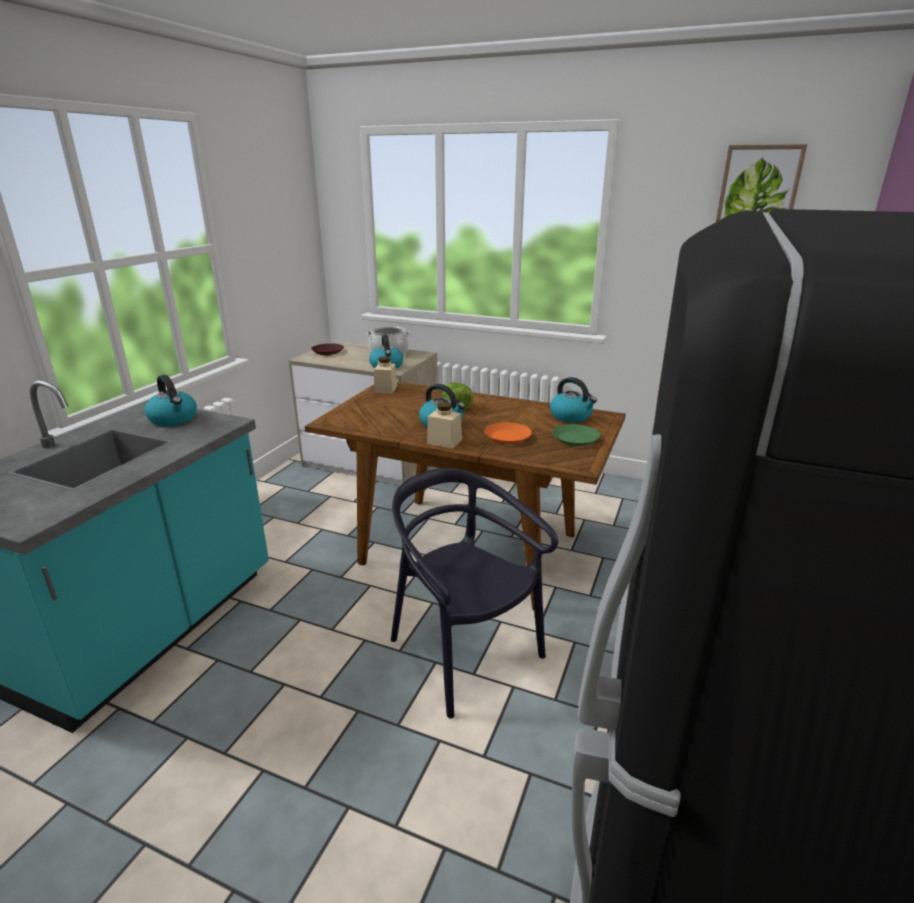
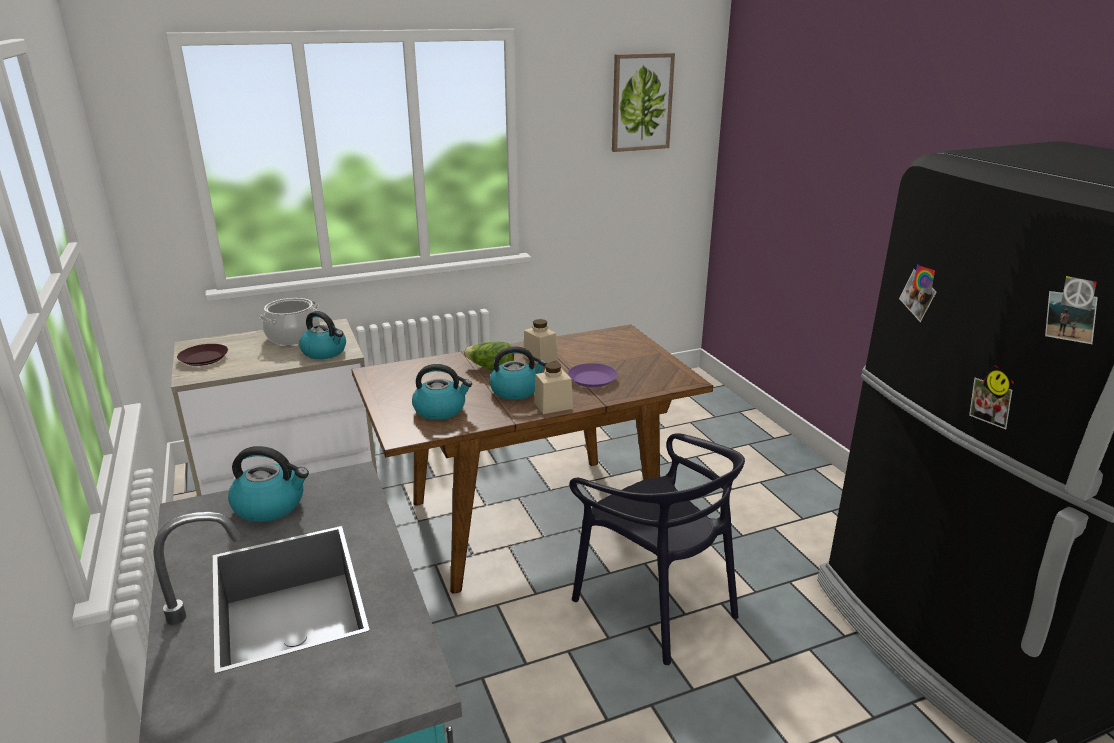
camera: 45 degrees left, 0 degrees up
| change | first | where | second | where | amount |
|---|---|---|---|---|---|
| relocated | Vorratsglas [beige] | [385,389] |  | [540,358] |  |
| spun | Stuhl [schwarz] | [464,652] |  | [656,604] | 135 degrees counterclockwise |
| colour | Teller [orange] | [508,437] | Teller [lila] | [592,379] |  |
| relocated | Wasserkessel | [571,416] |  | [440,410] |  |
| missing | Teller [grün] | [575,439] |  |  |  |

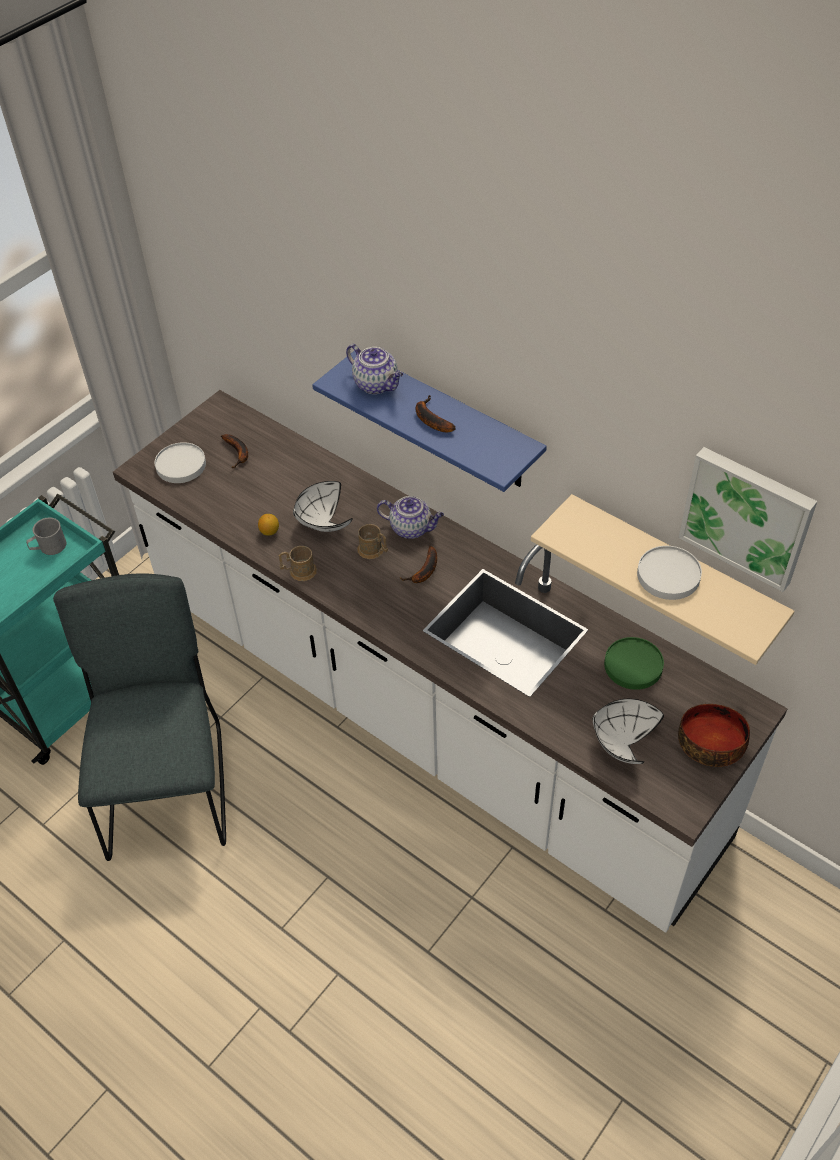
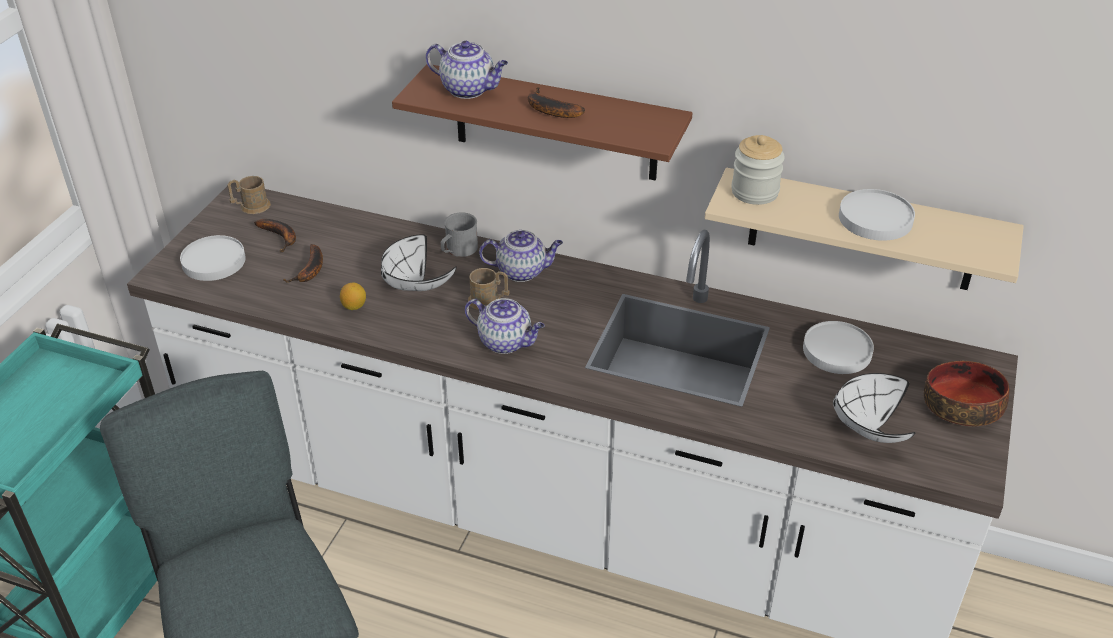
camera: 20 degrees left, 10 degrees down
| change | first | where | second | where | amount |
|---|---|---|---|---|---|
| relocated | Henkelbecher [grau] | [49,547] |  | [458,250] |  |
| relocated | Henkelbecher [braun] | [298,571] |  | [251,207] |  |
| colour | Wandregal [blau] | [448,421] | Wandregal [braun] | [555,123] |  |
| relocated | Banane | [424,571] |  | [310,270] |  |
| colour | Teller [grün] | [633,665] | Teller [weiß] | [836,350] |  |
| missing | Bild | [747,516] |  |  |  |
| appeared |  |  | Teekanne | [506,342] |  |
| appeared |  |  | Vorratsglas | [754,192] |  |

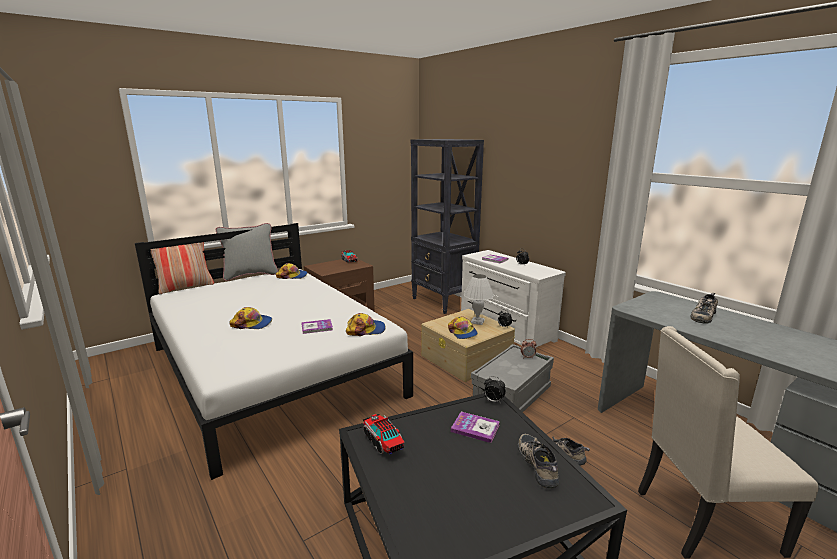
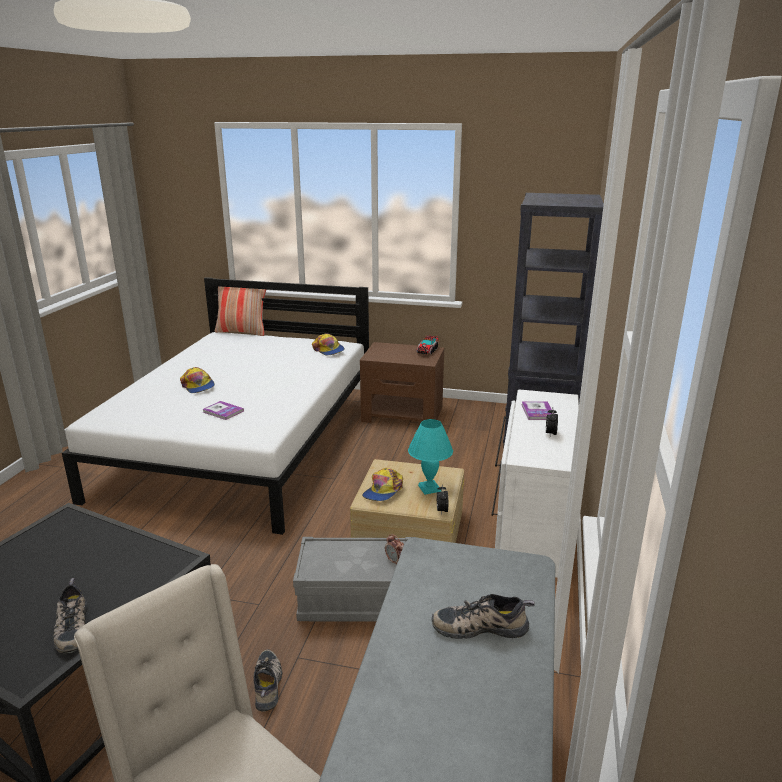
camera: 50 degrees right, 5 degrees up
| change | first | where | second | where | amount |
|---|---|---|---|---|---|
| missing | Kissen [grau] | [250,275] |  |  |  |
| missing | Kappe | [366,330] |  |  |  |
| missing | Spielzeuglaster | [383,441] |  |  |  |
| missing | Buch | [475,428] |  |  |  |
| colour | Tischlampe [weiß] | [477,321] | Tischlampe [türkis] | [429,488] |  |
| missing | Wecker | [493,401] |  |  |  |
| spun | Schuh | [539,464] |  | [71,627] | 120 degrees clockwise |

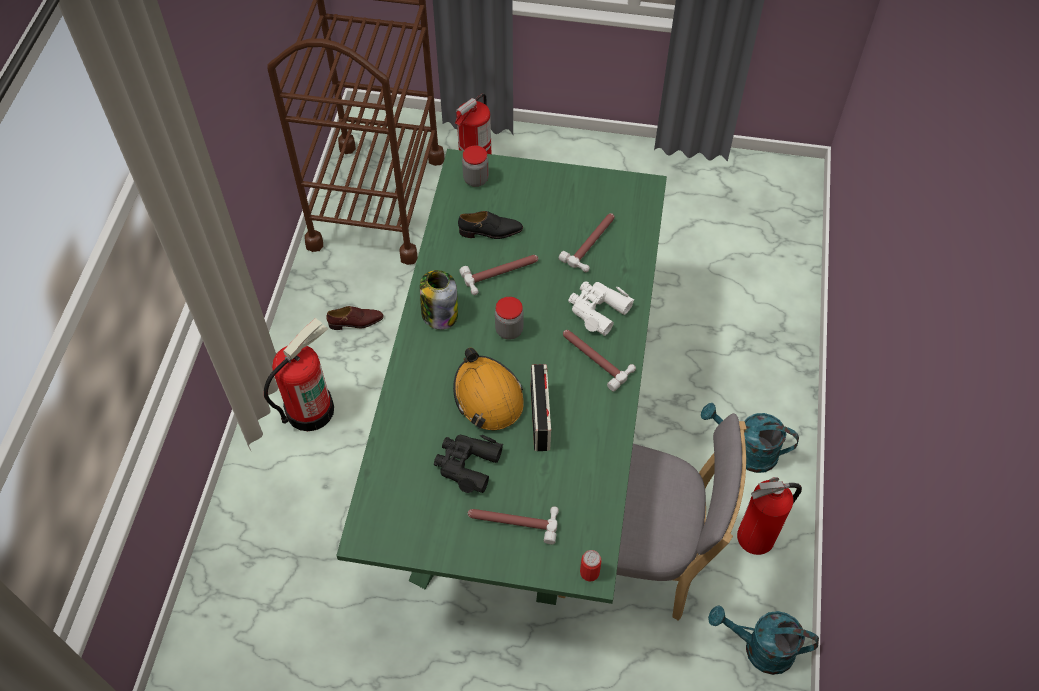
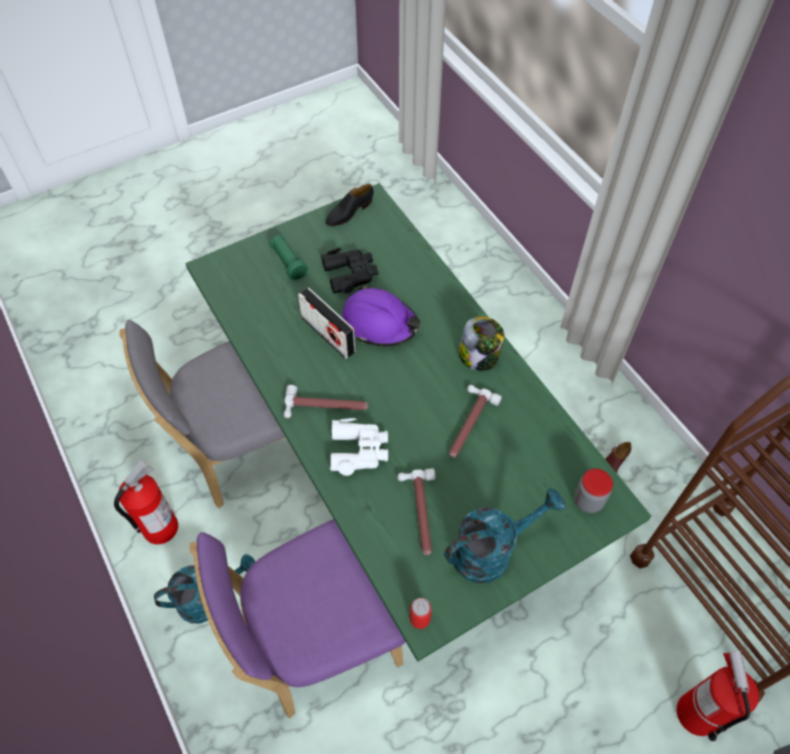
camera: 140 degrees right, 0 degrees up
| change | first | where | second | where | amount |
|---|---|---|---|---|---|
| missing | Feuerlöscher | [309,409] |  |  |  |
| colour | Schutzhelm [orange] | [488,397] | Schutzhelm [lila] | [380,323] |  |
| relocated | Schuh [schwarz] | [490,232] |  | [349,212] |  |
| exchanged | Hammer | [512,520] | Taschenlampe [grün] | [288,263] |  |
| missing | Vorratsglas | [509,330] |  |  |  |
| relocated | Dose | [589,572] |  | [420,619] |  |
| relocated | Gießkanne [türkis] | [759,649] |  | [491,550] |  |
| appeared |  |  | Stuhl [lila] | [316,641] |  |

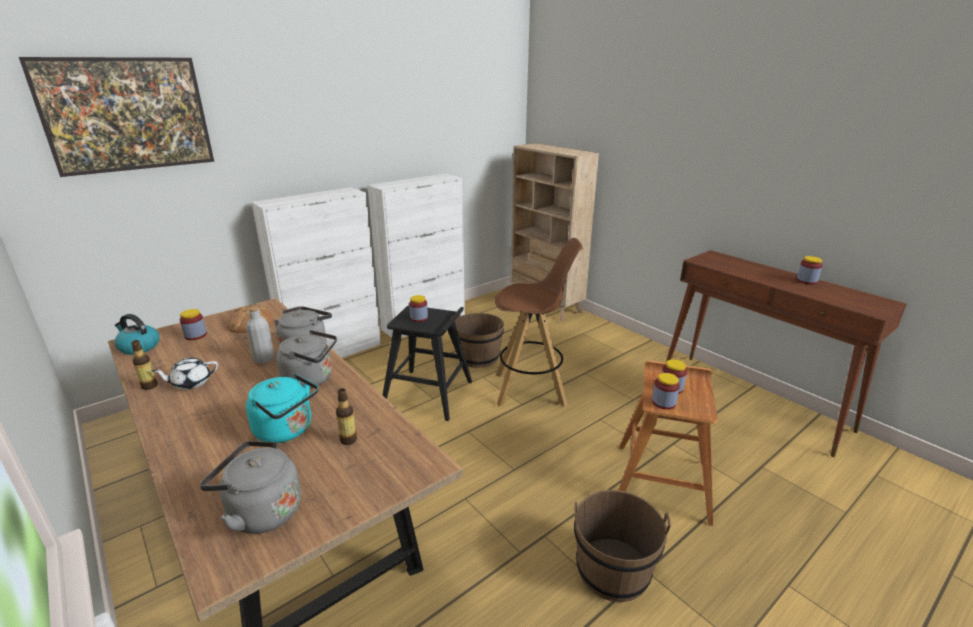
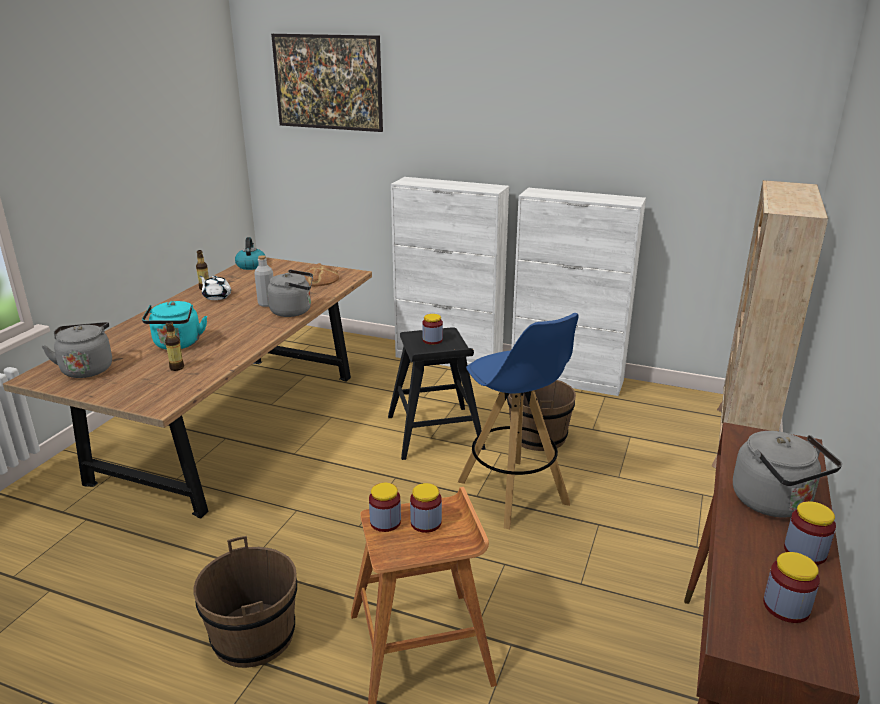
camera: 60 degrees right, 0 degrees up
| change | first | where | second | where | amount |
|---|---|---|---|---|---|
| relocated | Vorratsglas | [195,335] |  | [786,607] |  |
| relocated | Wasserkessel [grau] | [311,379] |  | [775,503] |  |
| colour | Hocker [braun] | [531,389] | Hocker [blau] | [513,493] |  |

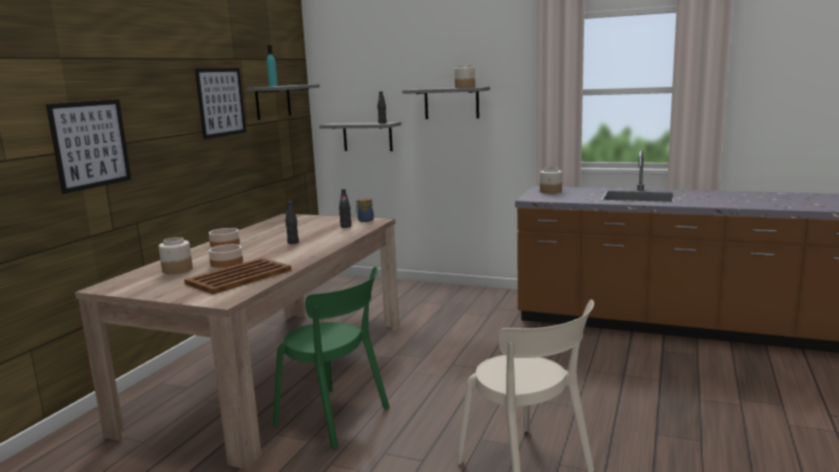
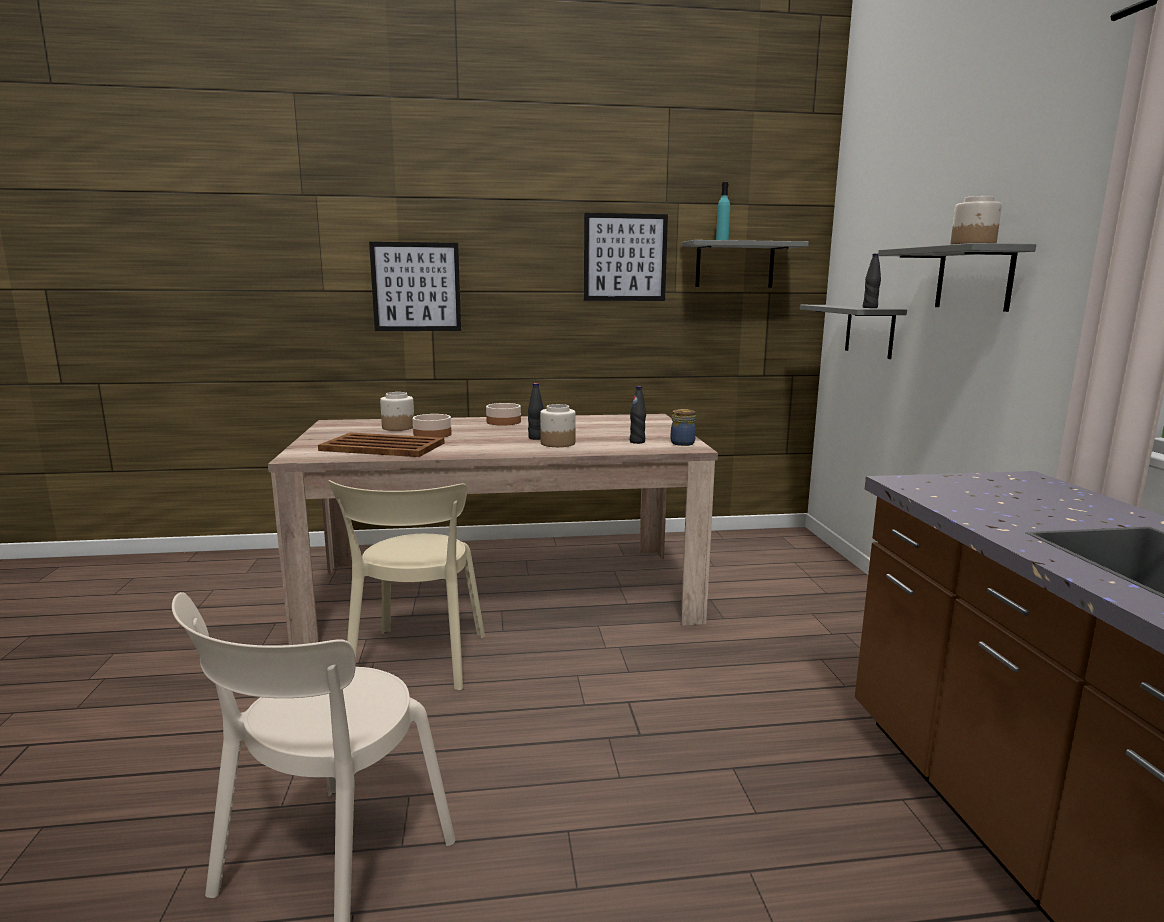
camera: 60 degrees right, 0 degrees up
| change | first | where | second | where | amount |
|---|---|---|---|---|---|
| colour | Stuhl [grün] | [336,418] | Stuhl [beige] | [417,662] |  |
| relocated | Vorratsglas | [551,191] |  | [557,443] |  |

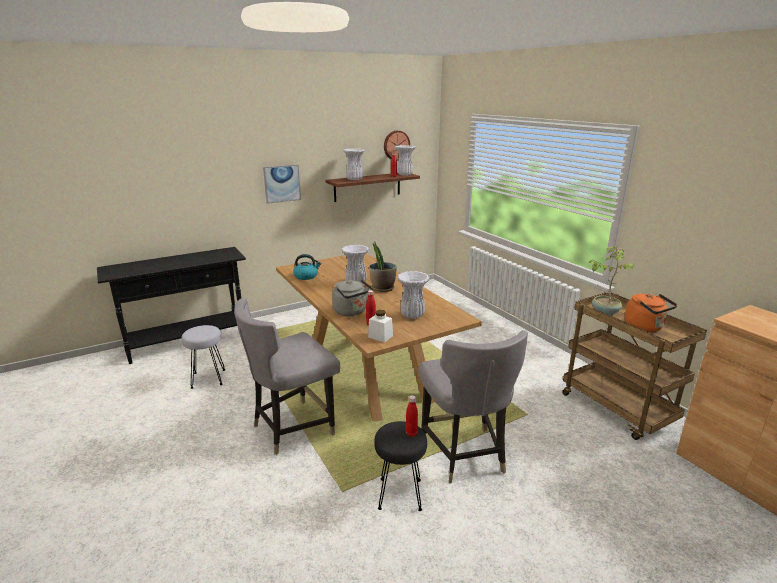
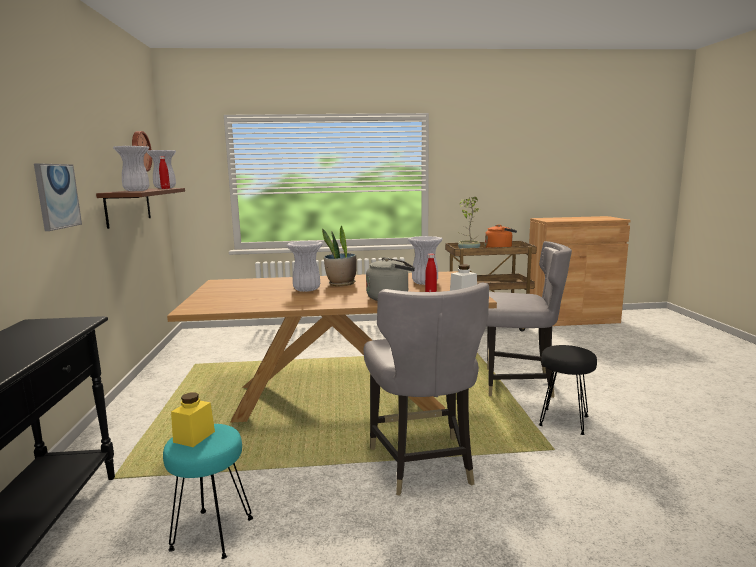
camera: 65 degrees left, 10 degrees down
| change | first | where | second | where | amount |
|---|---|---|---|---|---|
| colour | Hocker [grau] | [208,378] | Hocker [türkis] | [211,533] |  |
| missing | Wasserkessel | [306,276] |  |  |  |
| missing | Flasche [rot] | [411,433] |  |  |  |
| appeared |  |  | Vorratsglas [gelb] | [194,437] |  |

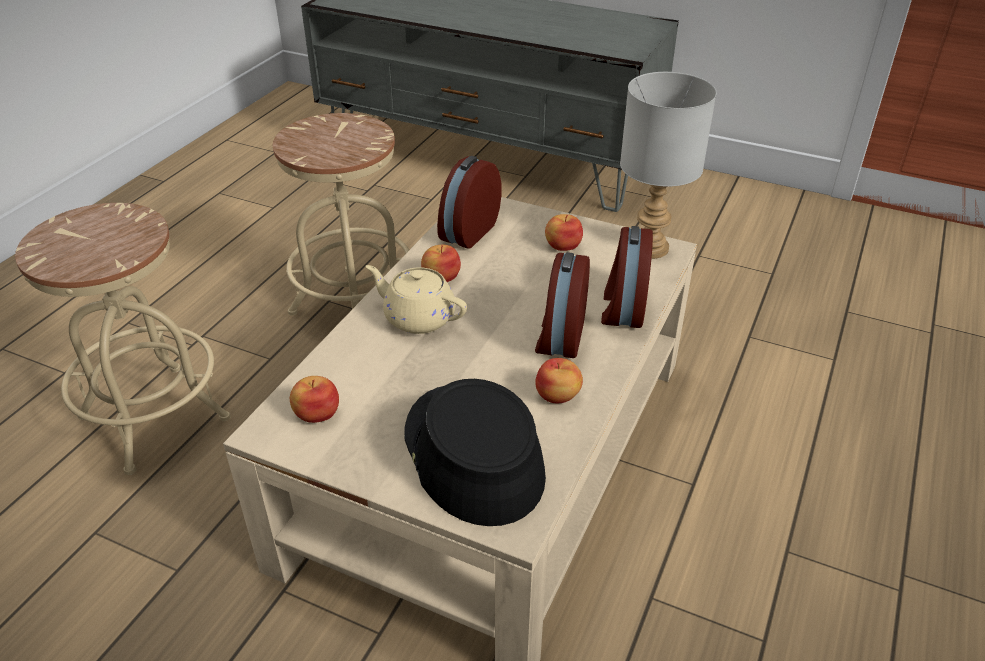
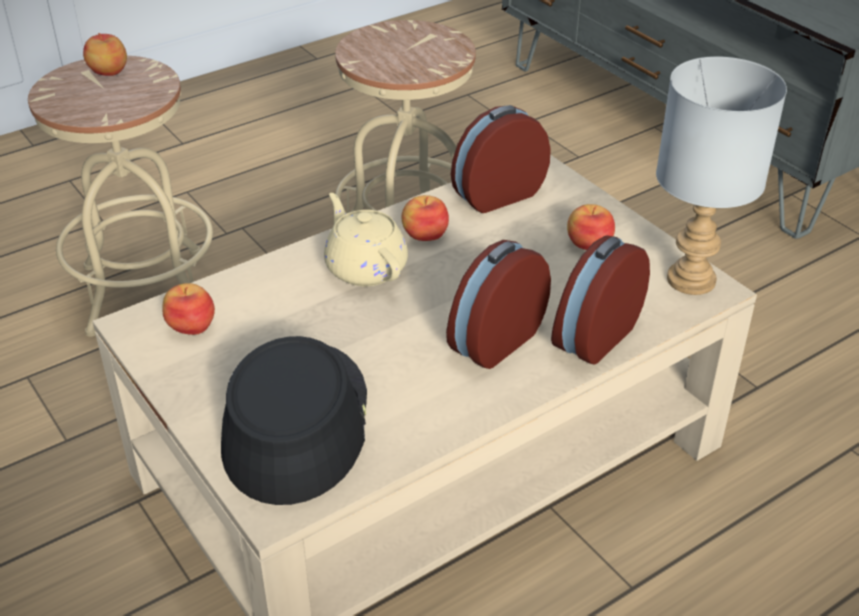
camera: 30 degrees right, 0 degrees up
| change | first | where | second | where | amount |
|---|---|---|---|---|---|
| relocated | Apfel | [558,396] |  | [108,72] |  |

